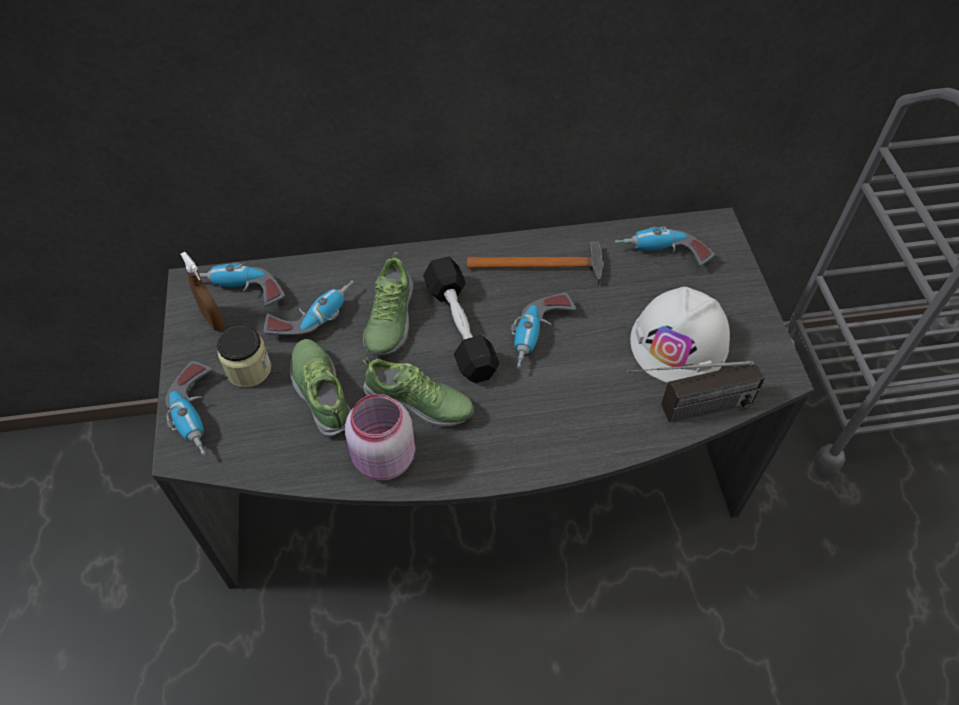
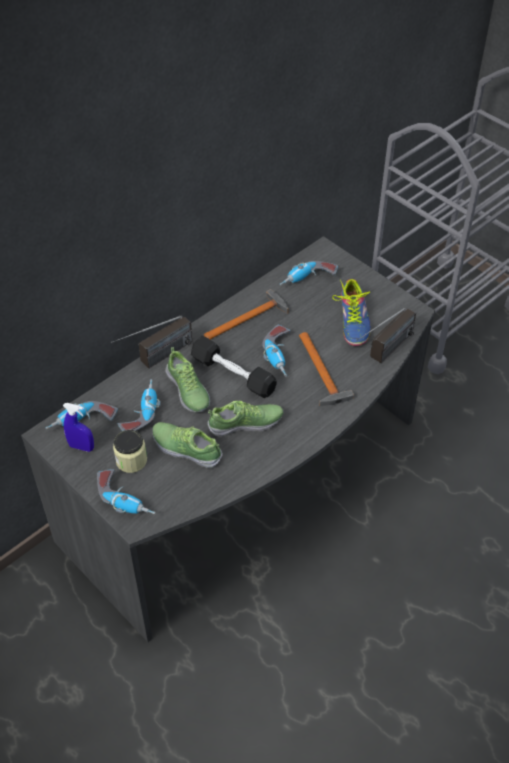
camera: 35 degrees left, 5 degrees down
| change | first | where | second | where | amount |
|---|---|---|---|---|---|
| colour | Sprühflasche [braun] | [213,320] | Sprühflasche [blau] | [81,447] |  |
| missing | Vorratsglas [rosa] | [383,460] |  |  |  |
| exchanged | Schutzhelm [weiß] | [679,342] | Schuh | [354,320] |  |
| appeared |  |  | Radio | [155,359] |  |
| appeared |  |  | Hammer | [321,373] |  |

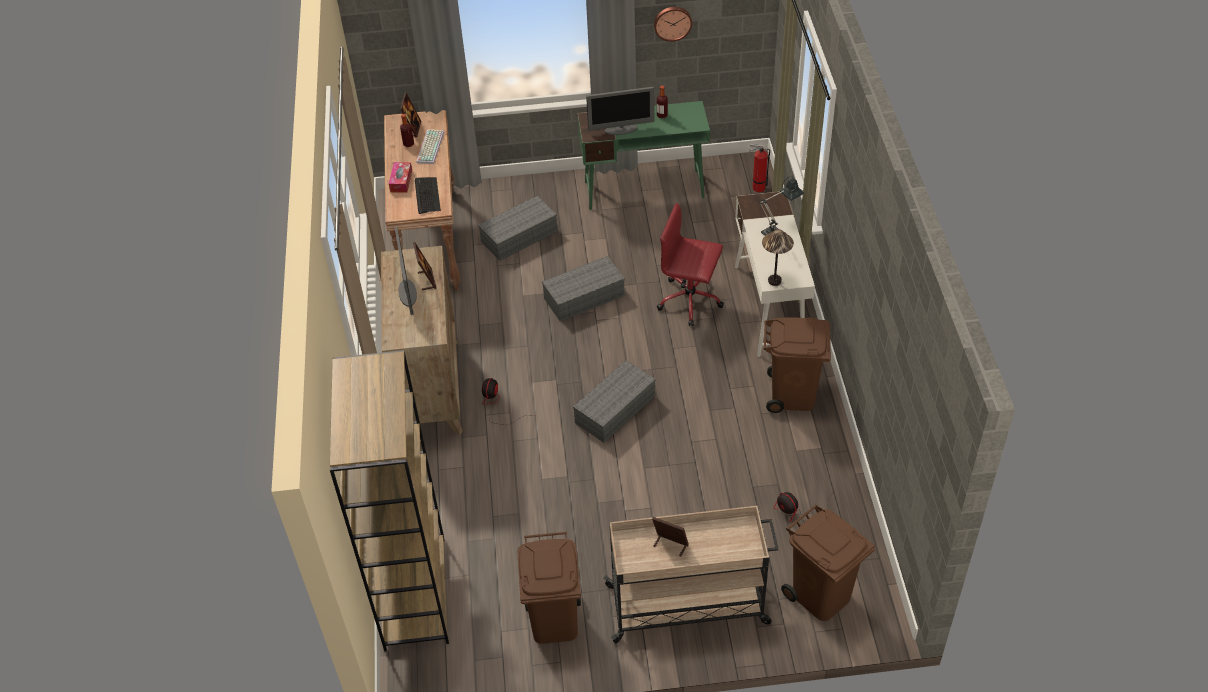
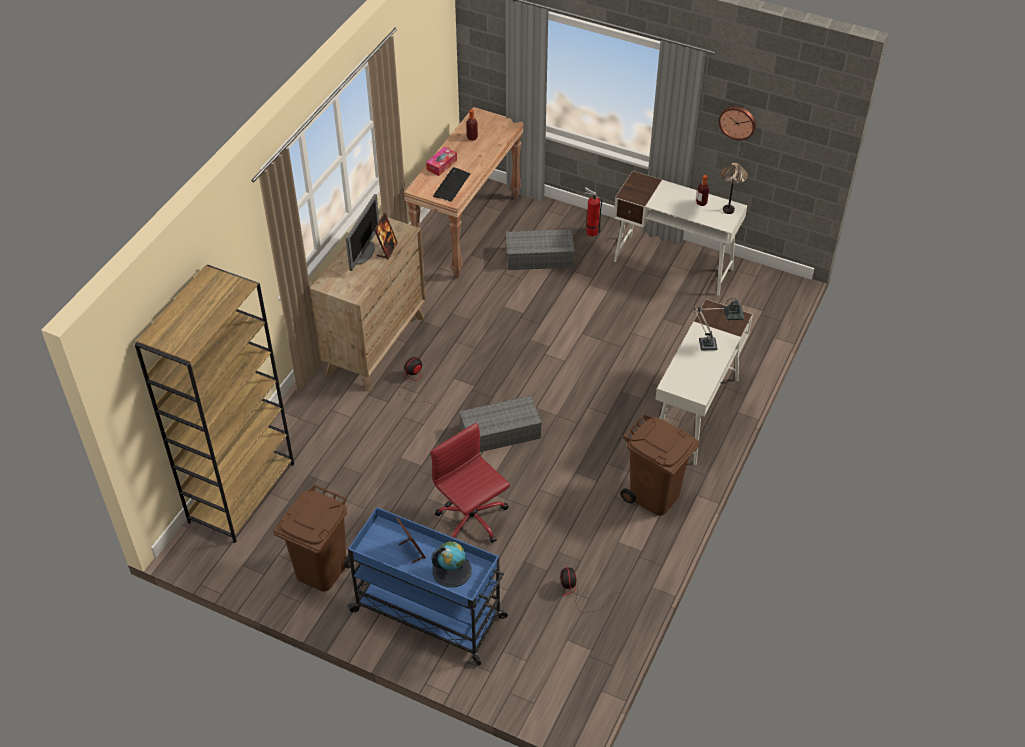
camera: 30 degrees right, 0 degrees up
| change | first | where | second | where | amount |
|---|---|---|---|---|---|
| missing | Bilderrahmen | [413,129] |  |  |  |
| missing | Tastatur | [429,146] |  |  |  |
| missing | Aufbewahrungsbox [grau] | [583,298] |  |  |  |
| colour | Schreibtisch [grün] | [644,189] | Schreibtisch [weiß] | [674,265] |  |
| missing | Monitor | [621,129] |  |  |  |
| colour | Rollwagen [beige] | [689,604] | Rollwagen [blau] | [430,615] |  |
| relocated | Bürostuhl [rot] | [691,300] |  | [472,521] |  |
| relocated | Feuerlöscher | [757,188] |  | [590,231] |  |
| relocated | Tischlampe | [774,281] |  | [728,210] |  |
| missing | Mülleimer [braun] | [820,596] |  |  |  |
| appeared |  |  | Globus | [452,570] |  |

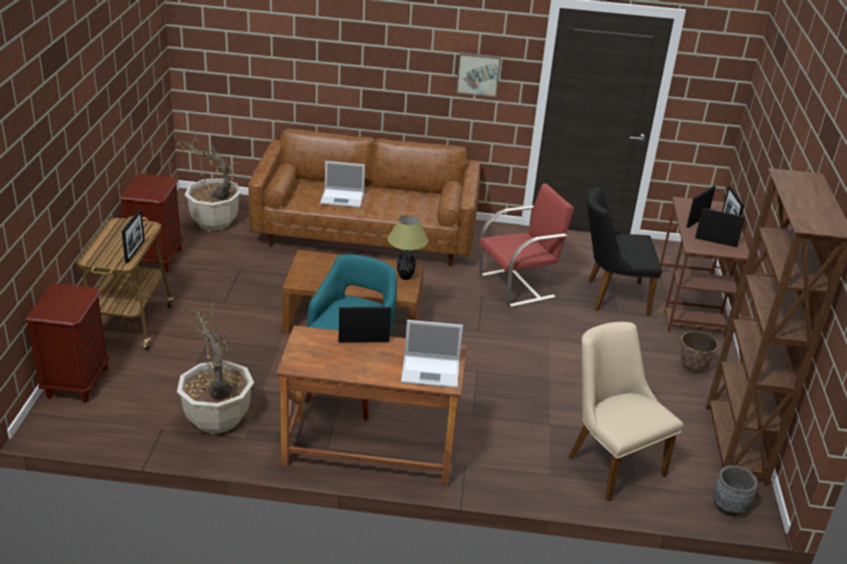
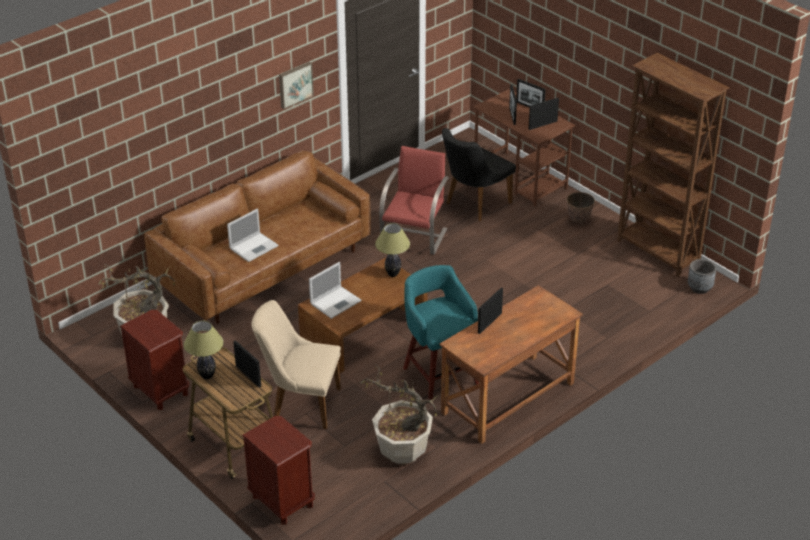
camera: 45 degrees left, 5 degrees up
| change | first | where | second | where | amount |
|---|---|---|---|---|---|
| relocated | Laptop | [432,371] |  | [336,302] |  |
| relocated | Stuhl [beige] | [609,460] |  | [300,403] |  |
| appeared |  |  | Tischlampe | [207,376] |  |

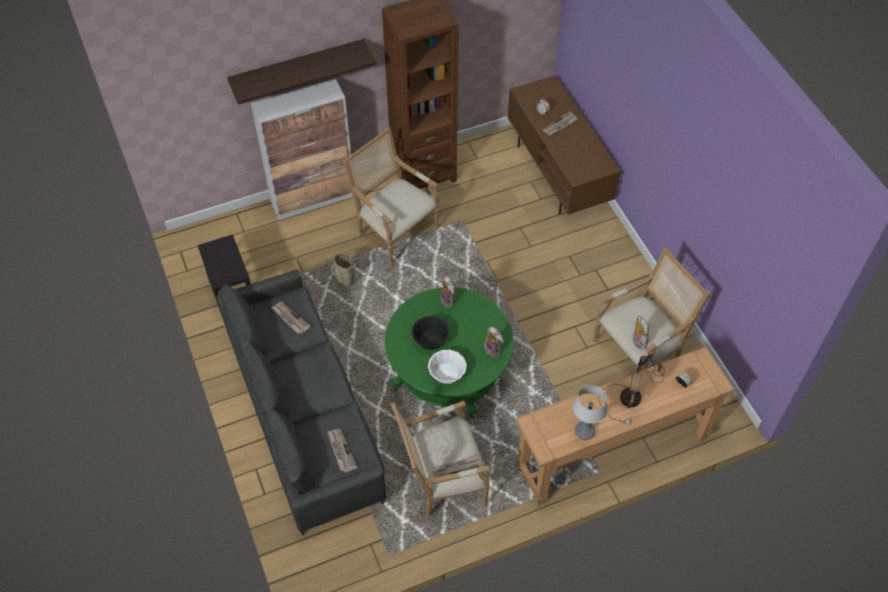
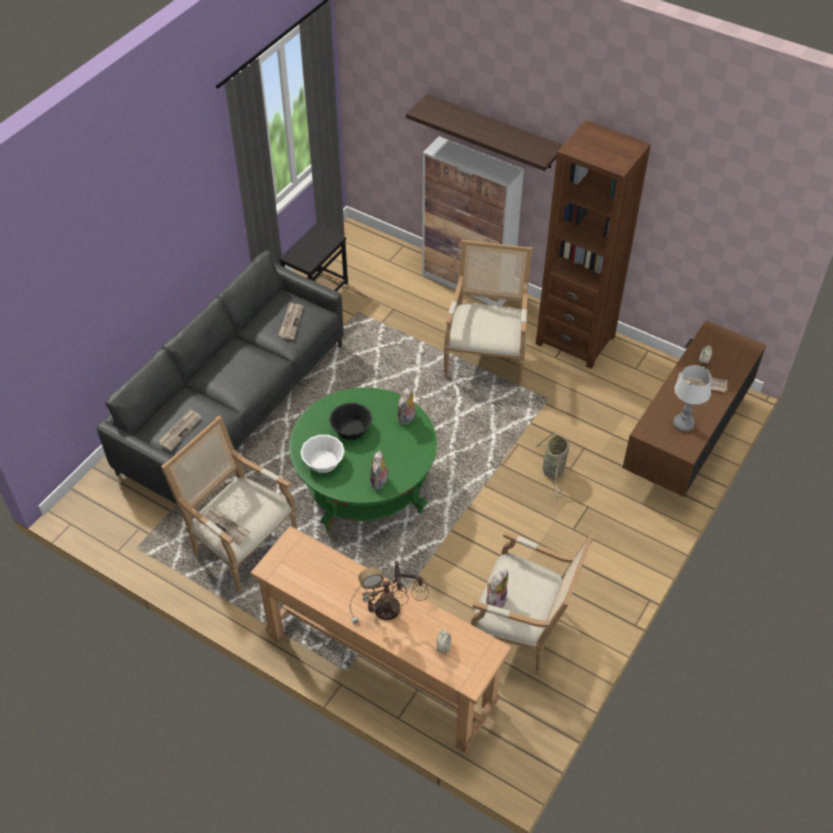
camera: 55 degrees right, 5 degrees down
| change | first | where | second | where | amount |
|---|---|---|---|---|---|
| relocated | Korb | [346,281] |  | [553,471] |  |
| relocated | Tischlampe | [584,432] |  | [682,424] |  |

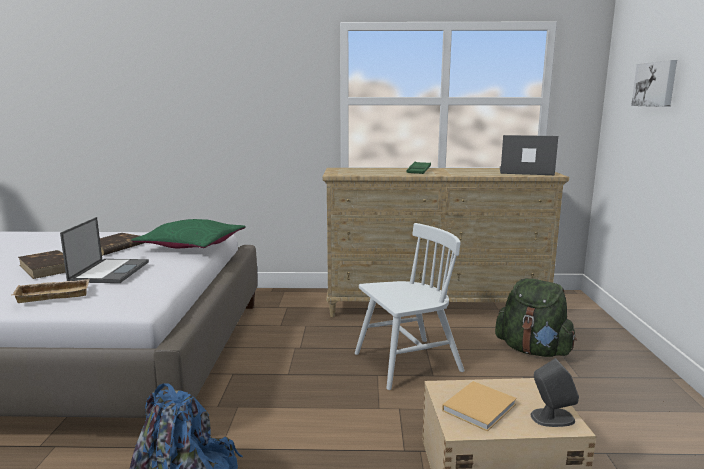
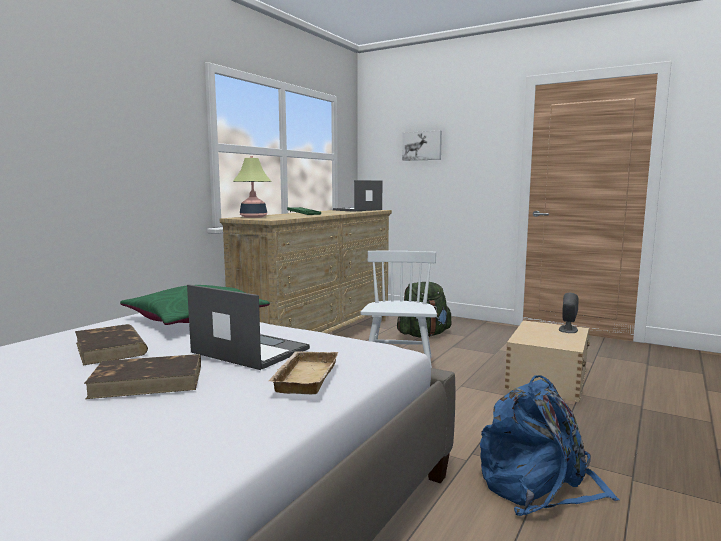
camera: 60 degrees left, 5 degrees down
| change | first | where | second | where | amount |
|---|---|---|---|---|---|
| missing | Buch [beige] | [480,406] |  |  |  |
| appeared |  |  | Tischlampe | [253,217] |  |

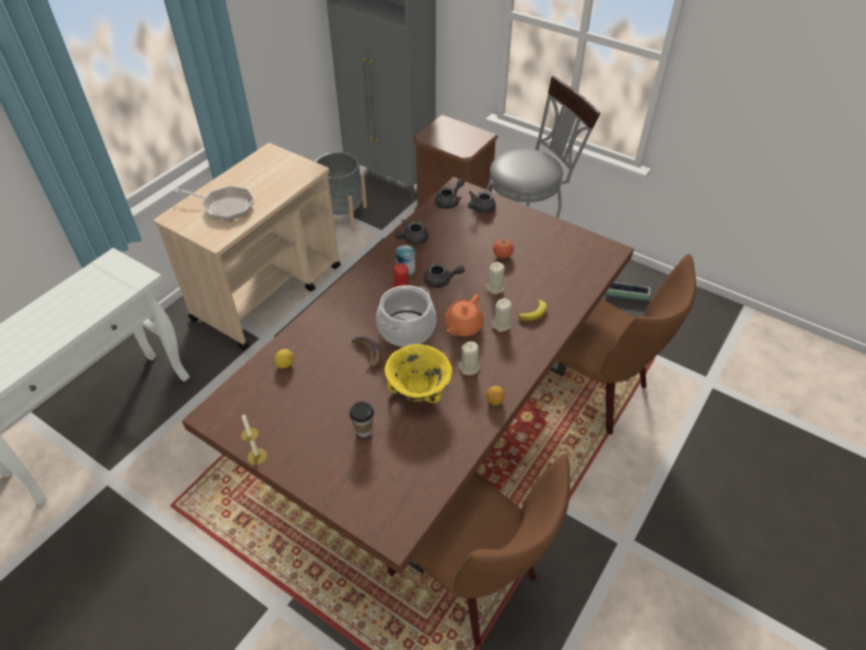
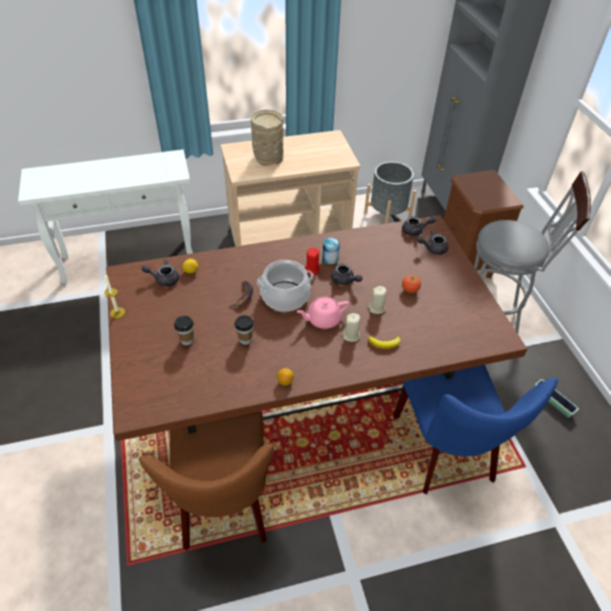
camera: 40 degrees right, 0 degrees up
| change | first | where | second | where | amount |
|---|---|---|---|---|---|
| exchanged | Pfanne | [225,206] | Vase [beige] | [268,157] |  |
| exchanged | Schüssel [gelb] | [417,391] | Tasse | [245,340] |  |
| relocated | Teekanne [grau] | [412,239] |  | [164,279] |  |
| colour | Teekanne [orange] | [462,326] | Teekanne [rosa] | [323,319] |  |
| missing | Kerze [beige] | [469,367] |  |  |  |
| colour | Stuhl [braun] | [594,390] | Stuhl [blau] | [447,453] |  |

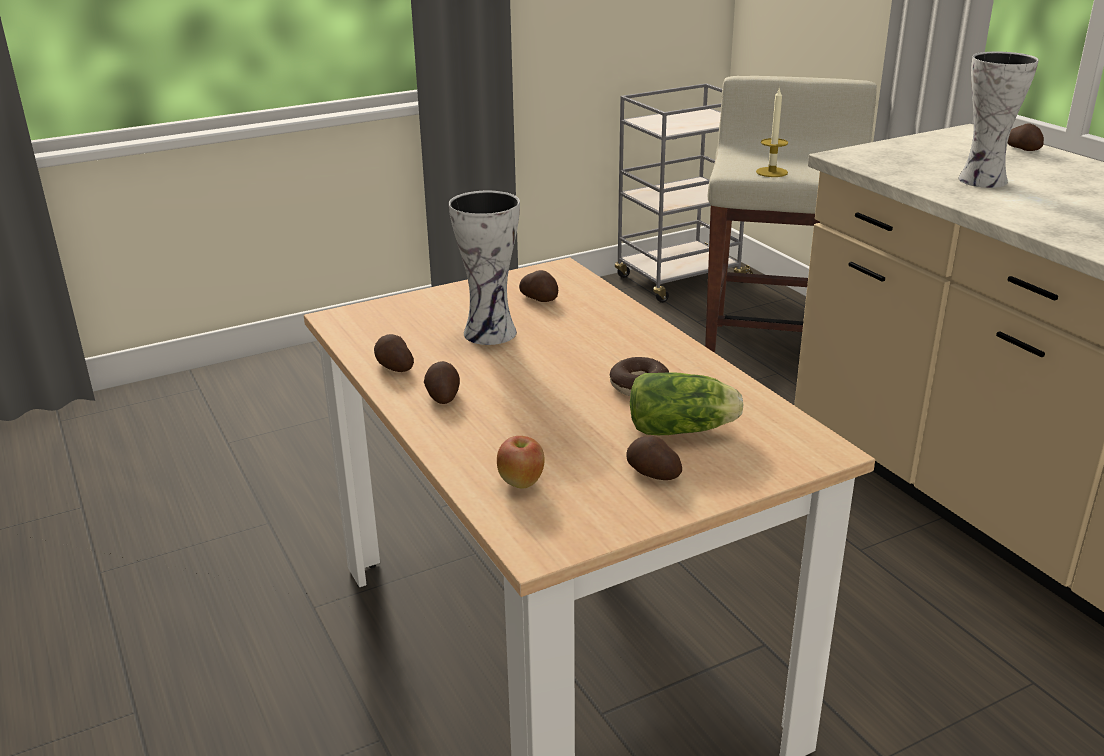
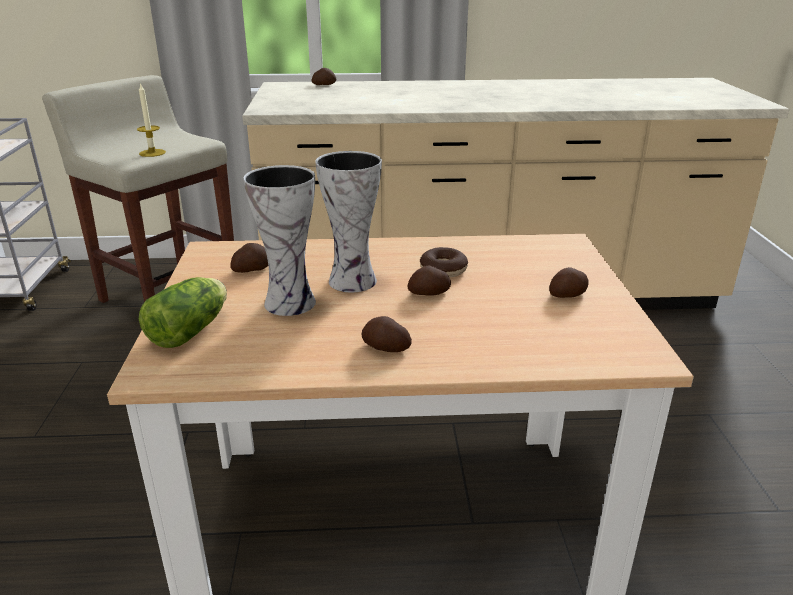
camera: 65 degrees left, 0 degrees up
| change | first | where | second | where | amount |
|---|---|---|---|---|---|
| relocated | Kartoffel | [394,367] |  | [429,293] |  |
| missing | Apfel | [521,482] |  |  |  |
| relocated | Salatkopf | [685,430] |  | [192,329] |  |
| relocated | Vase | [980,180] |  | [352,282] |  |

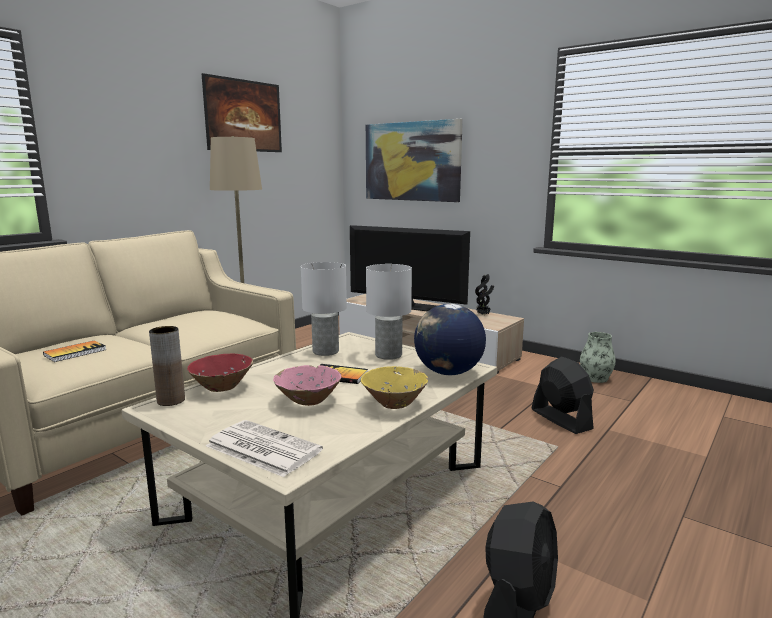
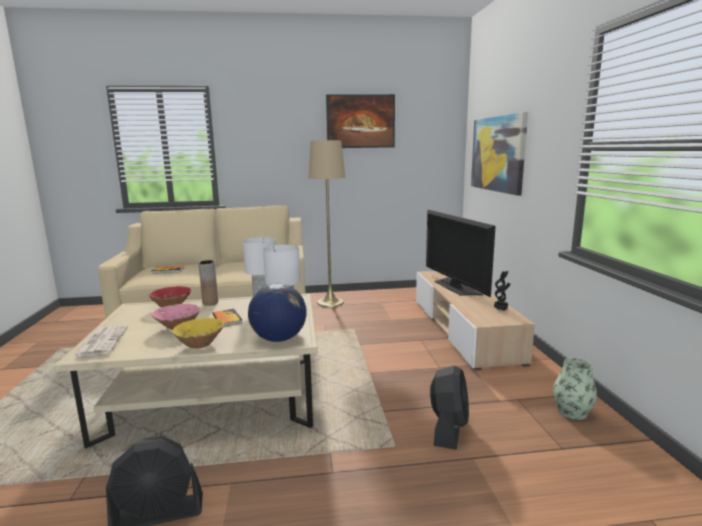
camera: 45 degrees right, 0 degrees up
| change | first | where | second | where | amount |
|---|---|---|---|---|---|
| relocated | Vase [braun] | [171,400] |  | [210,303] |  |

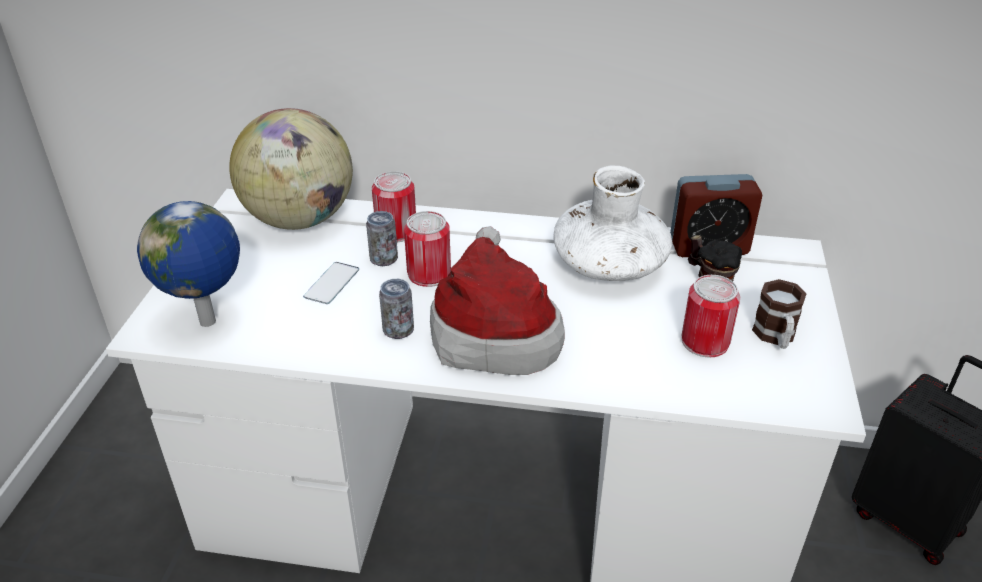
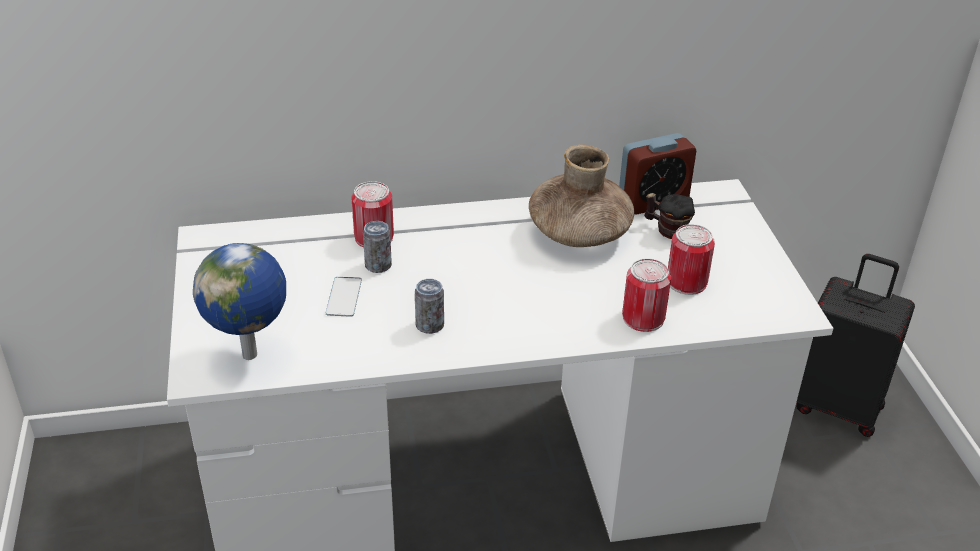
camera: 20 degrees left, 0 degrees up
| change | first | where | second | where | amount |
|---|---|---|---|---|---|
| missing | Globus | [300,219] |  |  |  |
| relocated | Dose | [429,274] |  | [643,318] |  |
| missing | Hut | [493,332] |  |  |  |
| colour | Vase [weiß] | [609,265] | Vase [braun] | [579,233] |  |
| missing | Henkelbecher | [775,337] |  |  |  |

